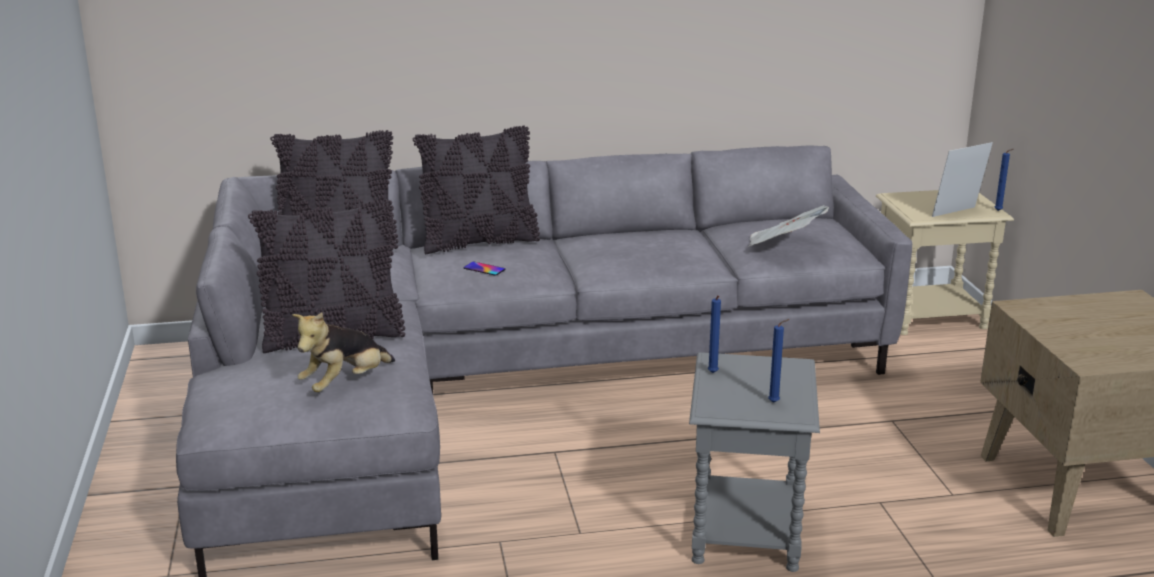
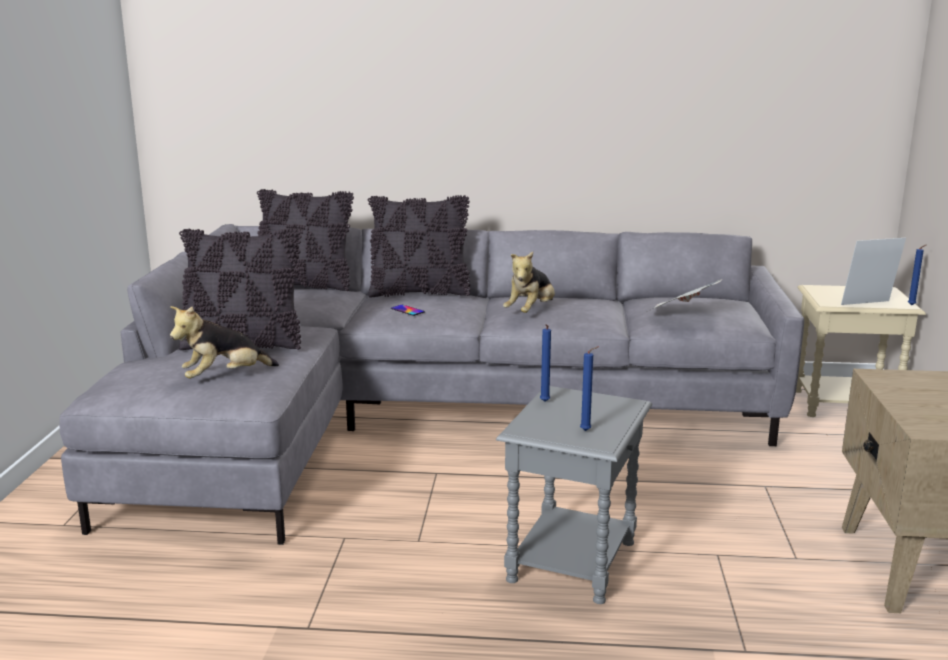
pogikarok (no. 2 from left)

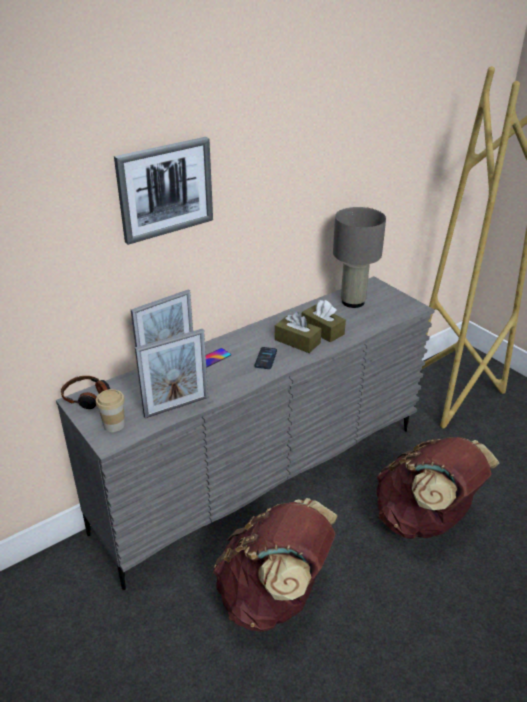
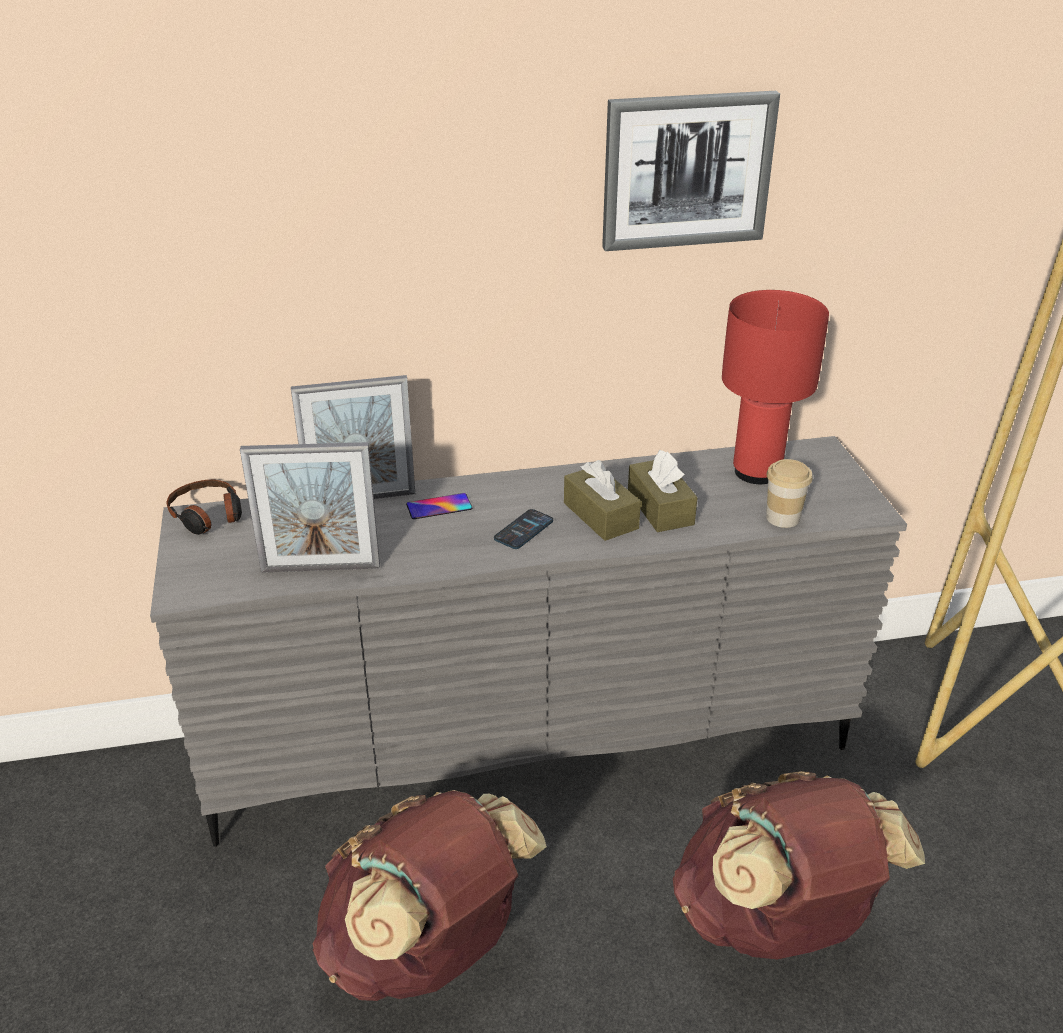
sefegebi
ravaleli
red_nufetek

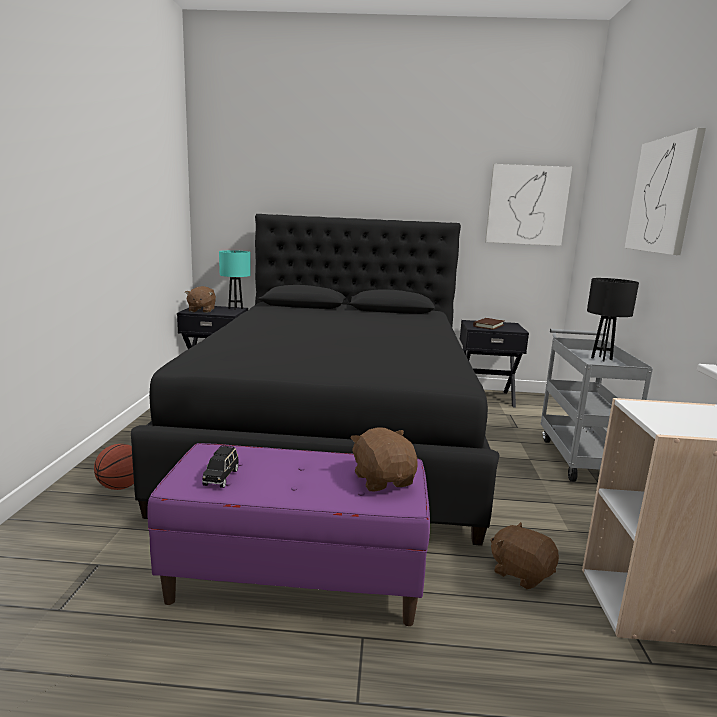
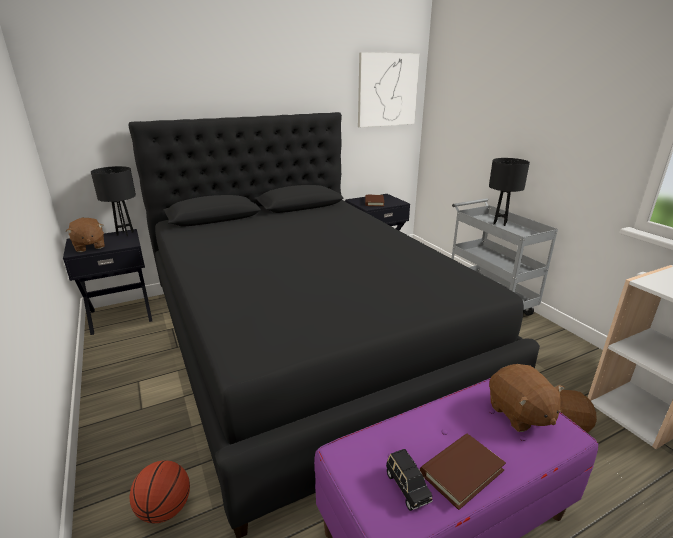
ravaleli (no. 2 from left in the first image)
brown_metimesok (no. 2 from left)
black_nufetek (no. 1 from left)
brown_pogikarok (no. 2 from left)

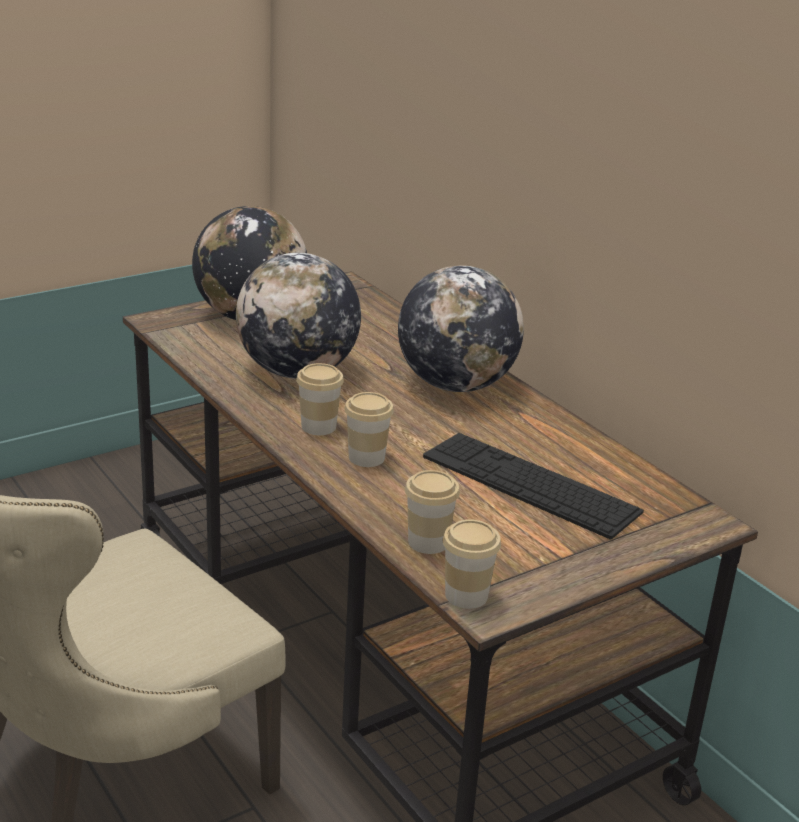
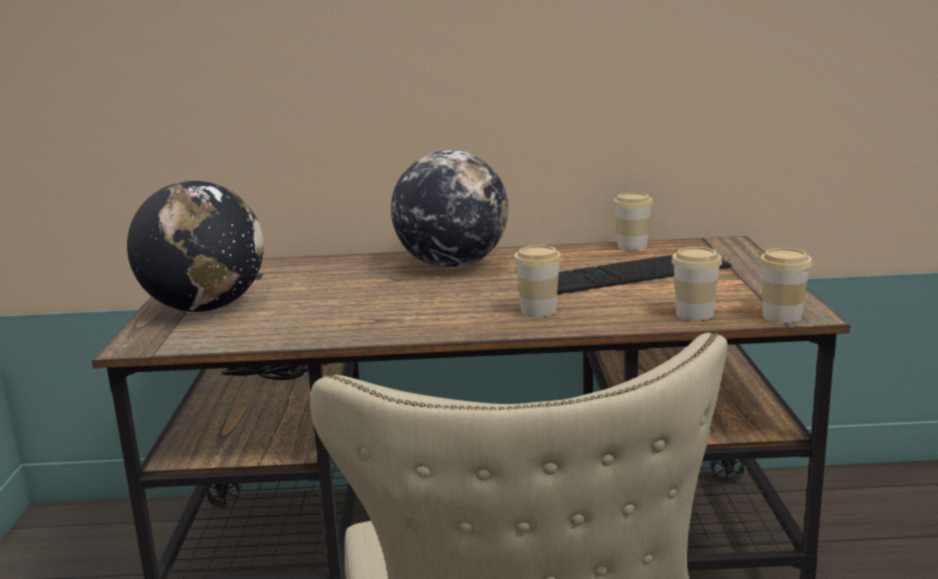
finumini (no. 2 from left in the first image)
sefegebi (no. 2 from left)

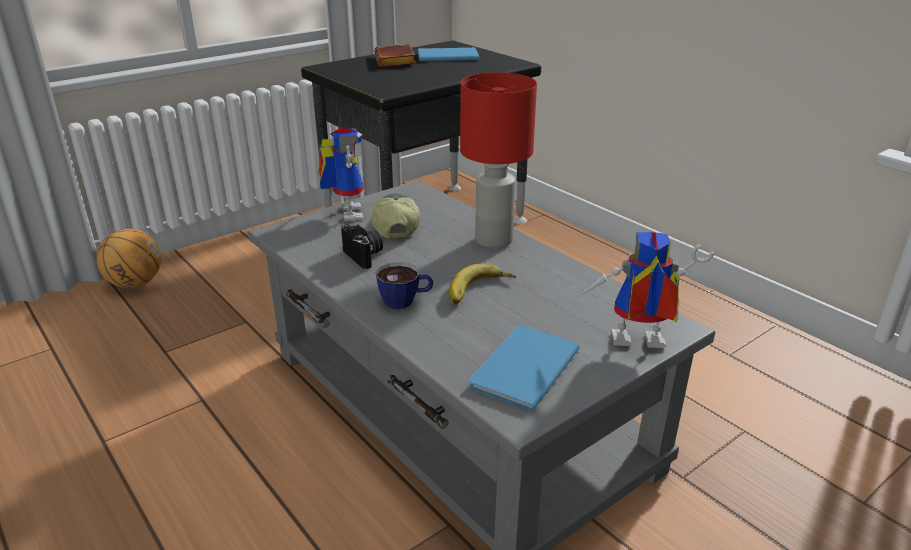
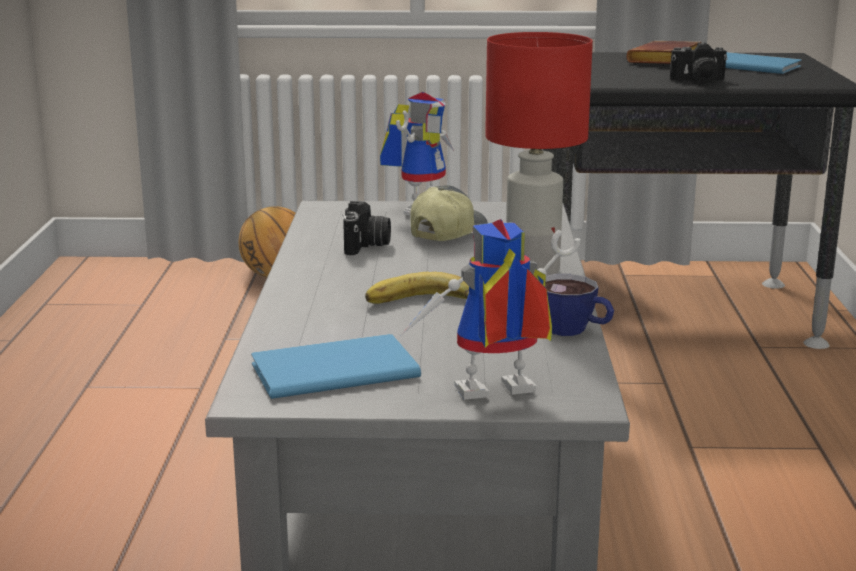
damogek (no. 2 from left)
sefegebi
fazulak (no. 2 from left)

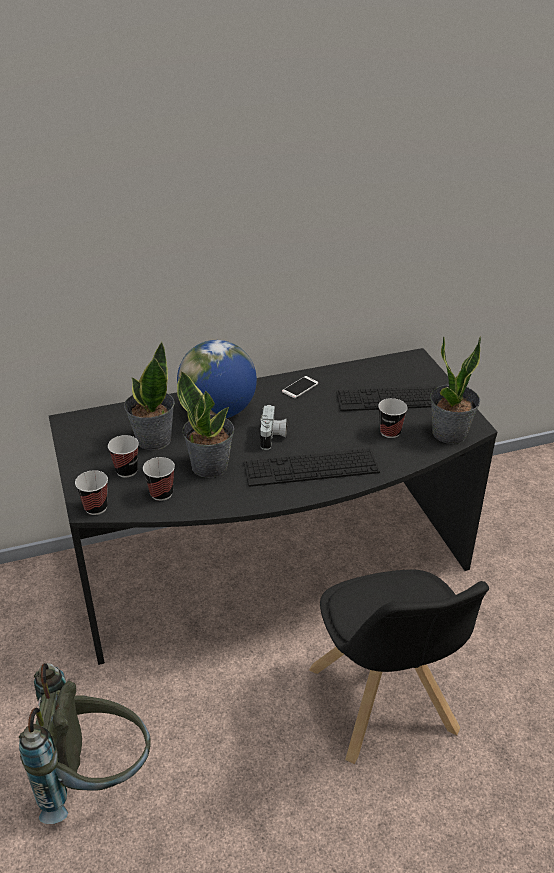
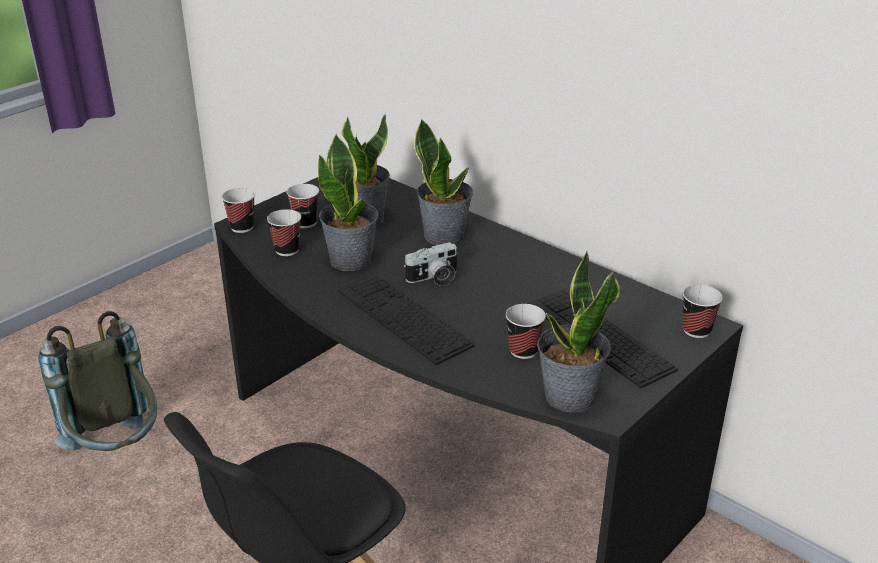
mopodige
sefegebi (no. 5 from left)
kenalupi (no. 3 from left)

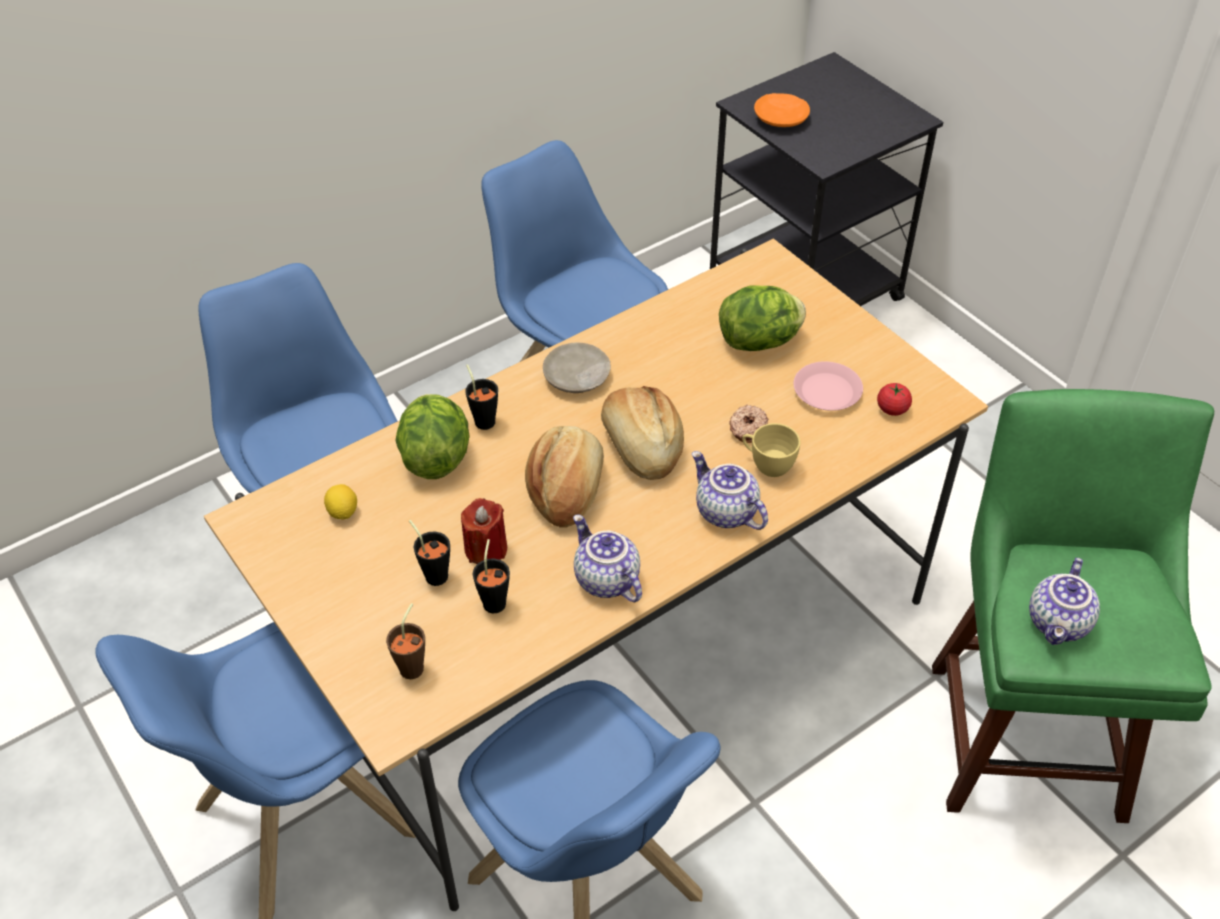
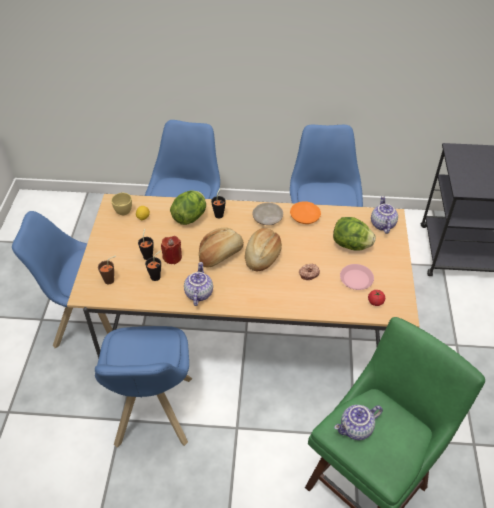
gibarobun (no. 3 from left)
yellow_sefegebi
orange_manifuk

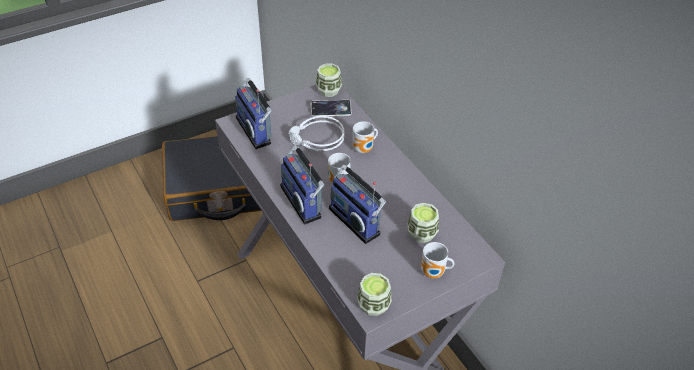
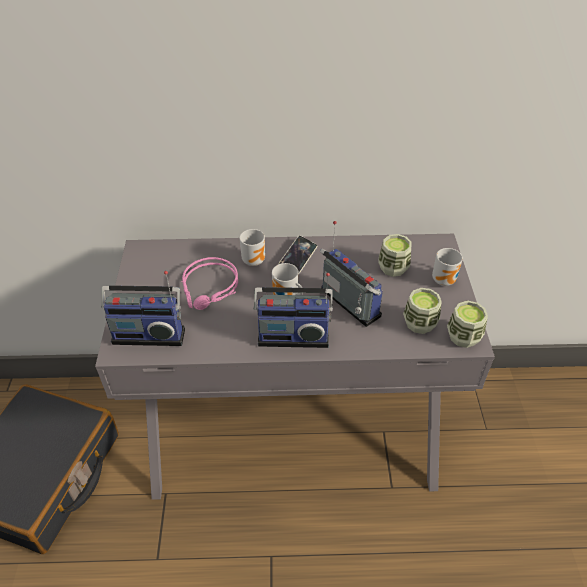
mopodige
sefegebi (no. 2 from left)
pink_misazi
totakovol (no. 3 from left)

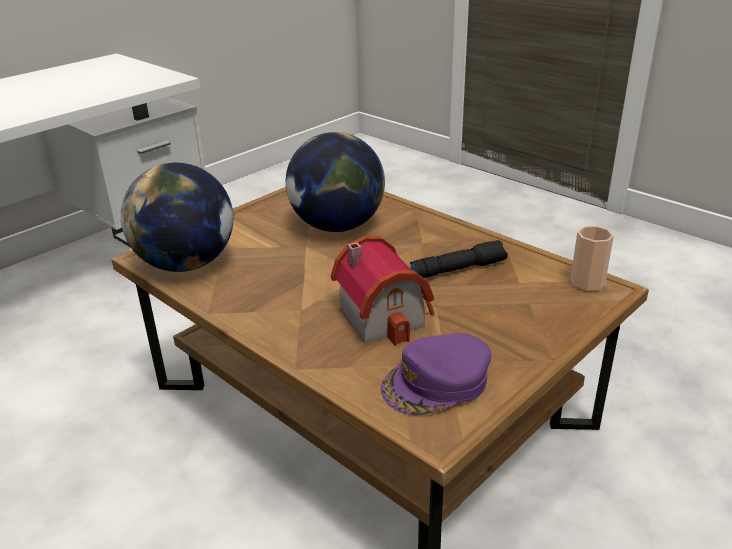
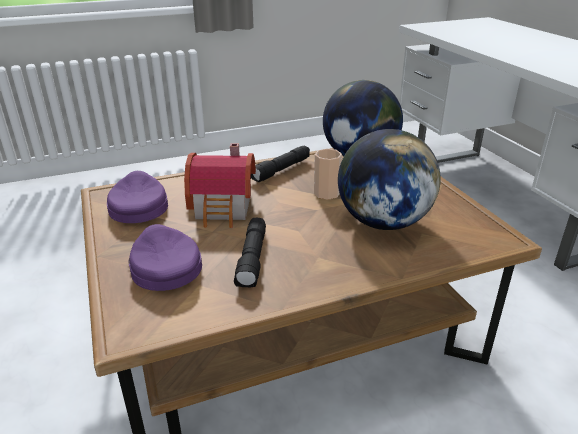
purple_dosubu (no. 2 from left)
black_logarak (no. 2 from left)
sefegebi

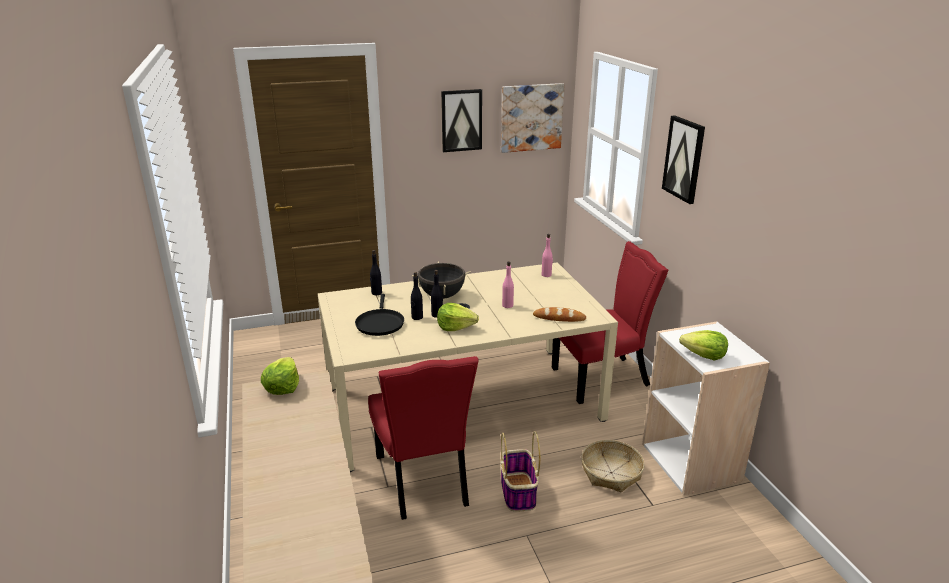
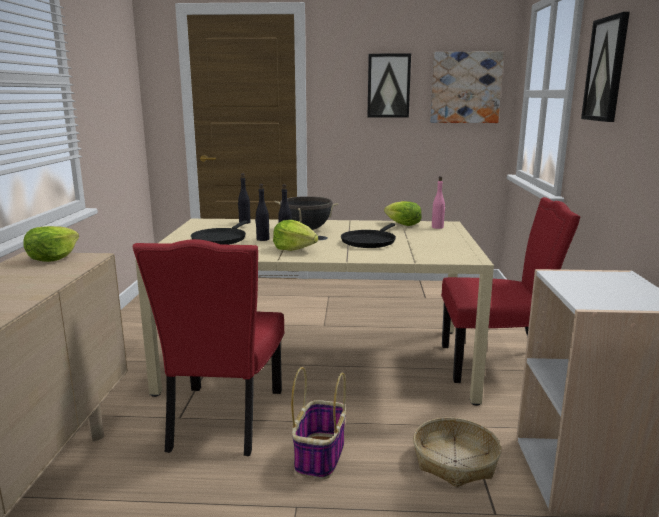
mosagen
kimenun (no. 3 from left)
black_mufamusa (no. 2 from left)

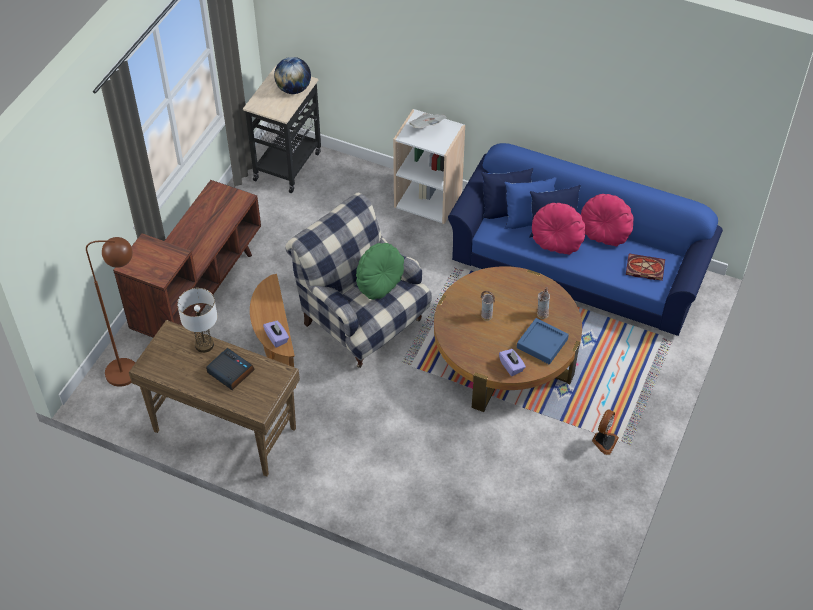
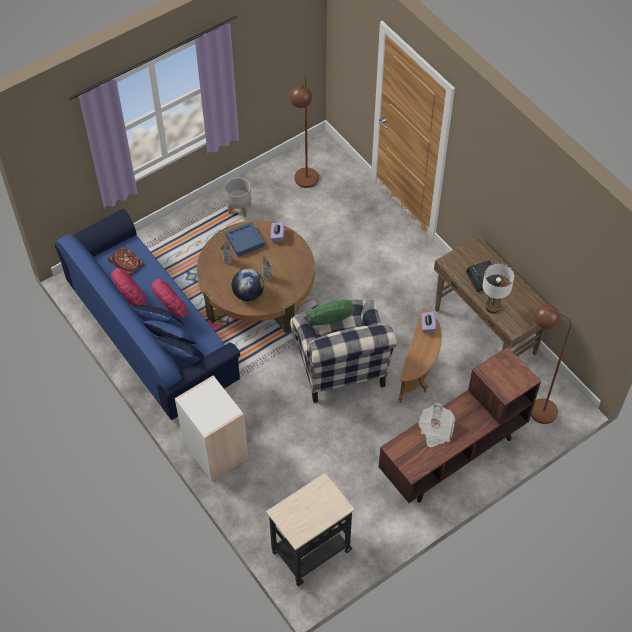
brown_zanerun (no. 1 from left)
finumini
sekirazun
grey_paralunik

